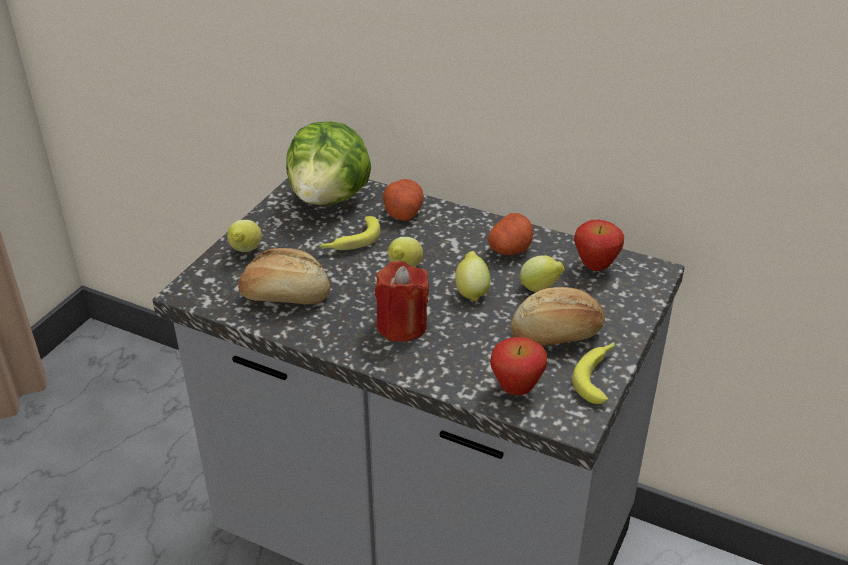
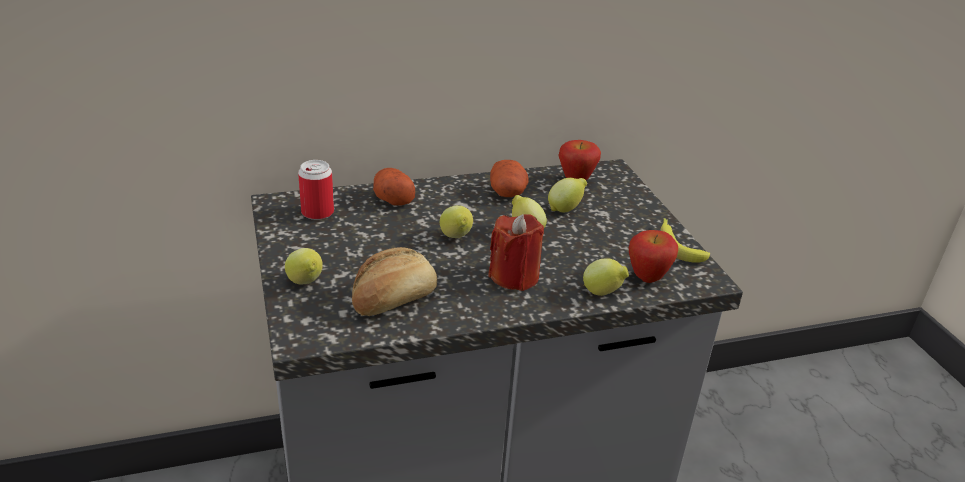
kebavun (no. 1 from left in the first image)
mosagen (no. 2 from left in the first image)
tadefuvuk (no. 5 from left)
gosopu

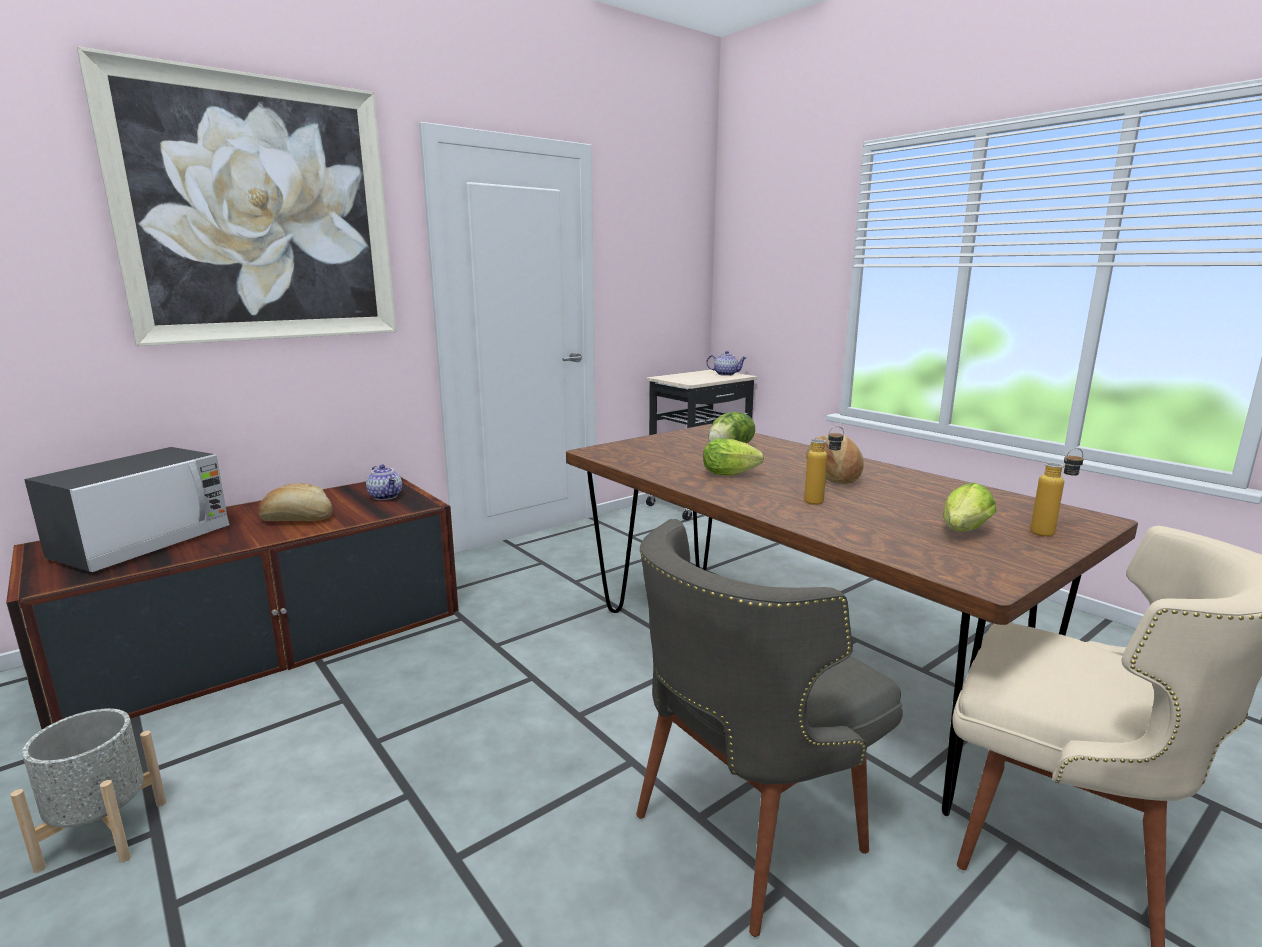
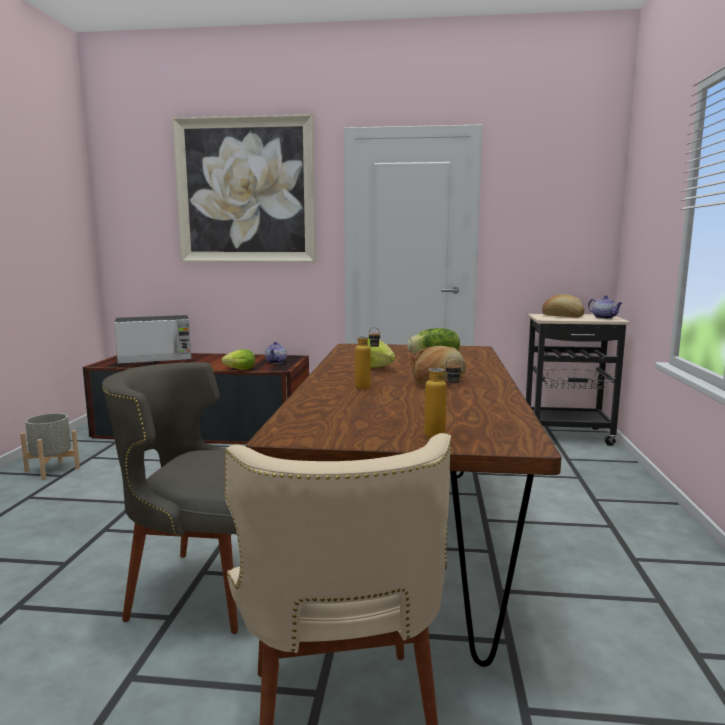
mosagen (no. 2 from left)
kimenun (no. 1 from left)

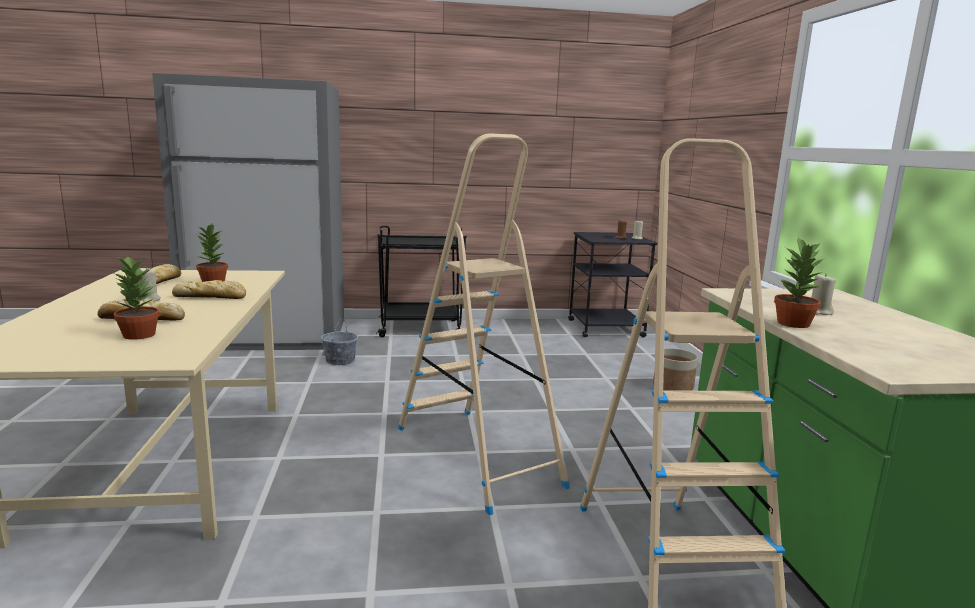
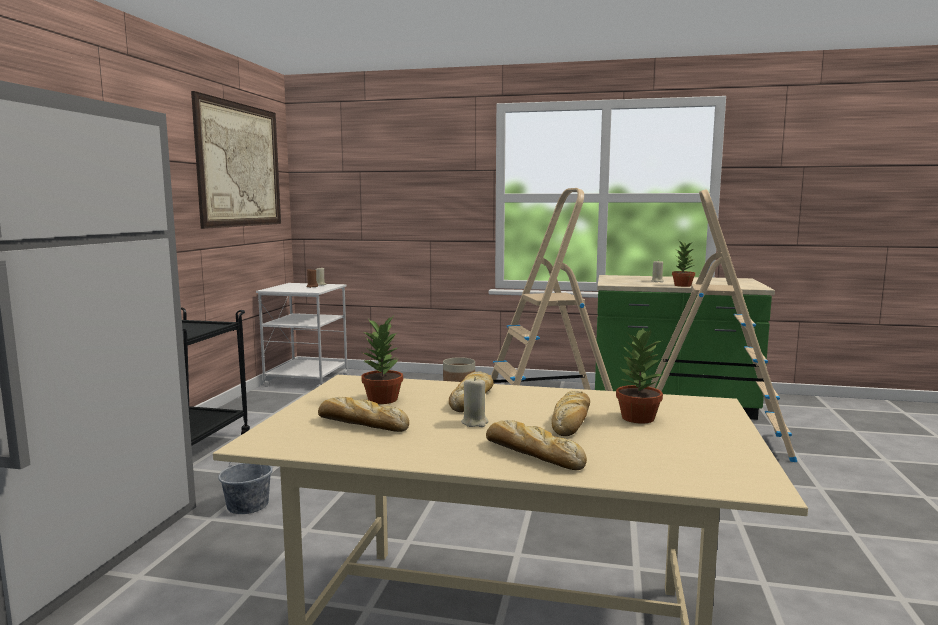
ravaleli
mosagen (no. 3 from left)
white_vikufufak

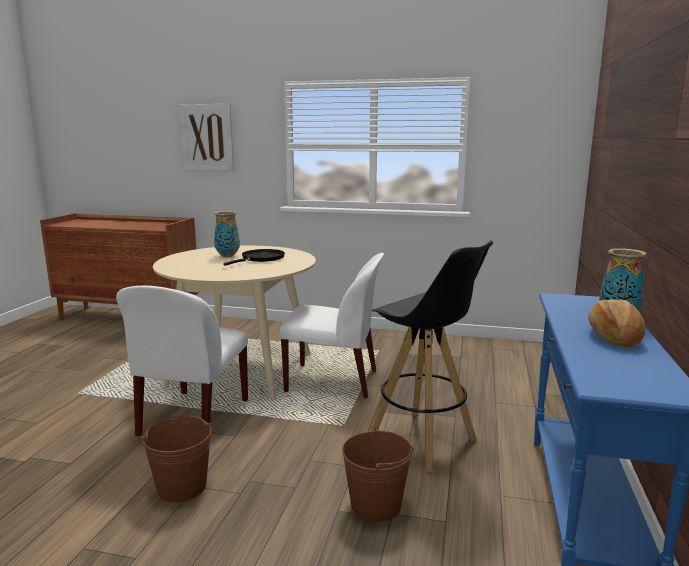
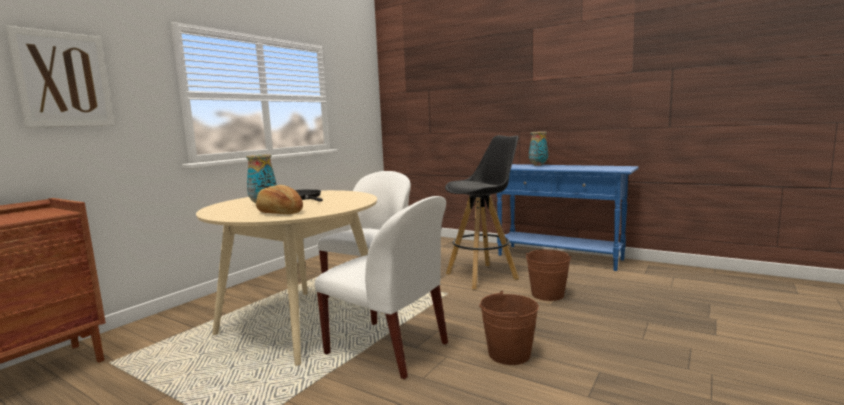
mosagen

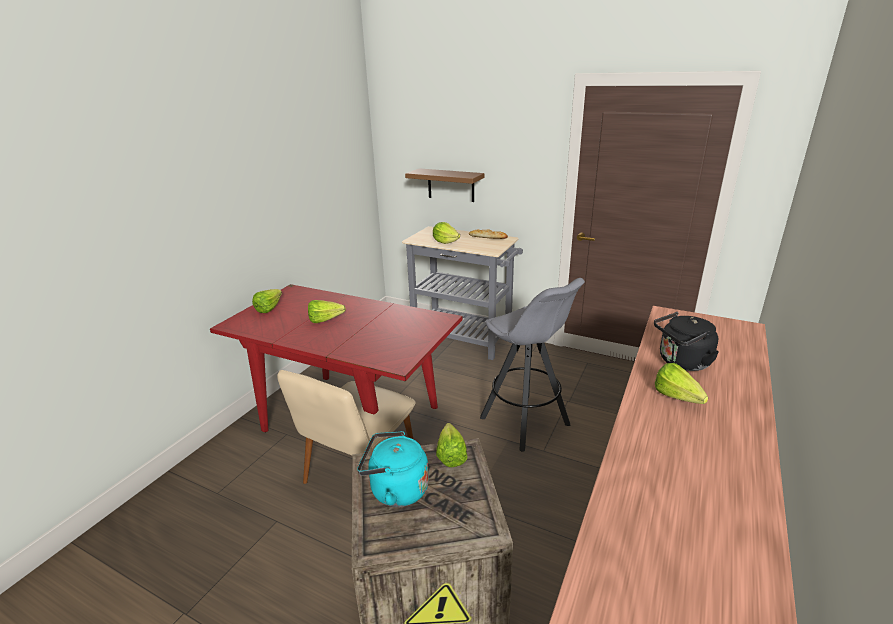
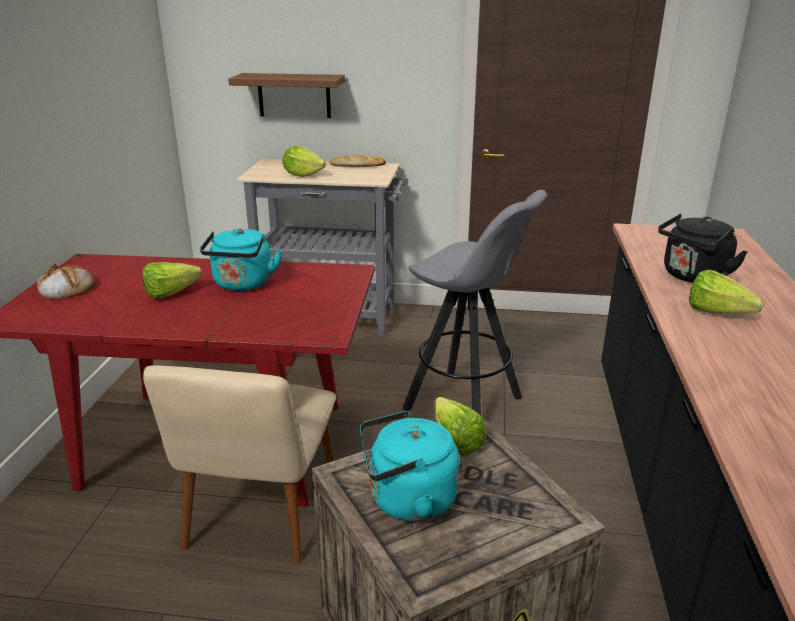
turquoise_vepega (no. 1 from left)
mosagen (no. 1 from left)

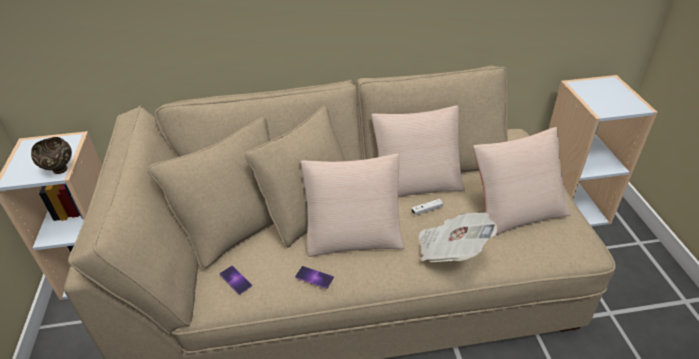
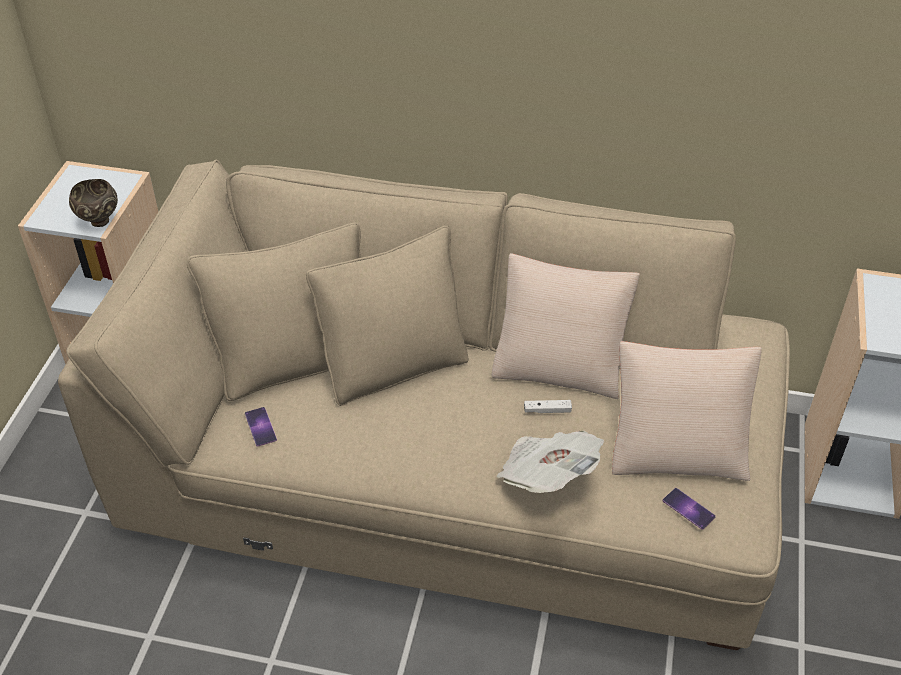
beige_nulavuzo (no. 1 from left in the first image)
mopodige (no. 2 from left)

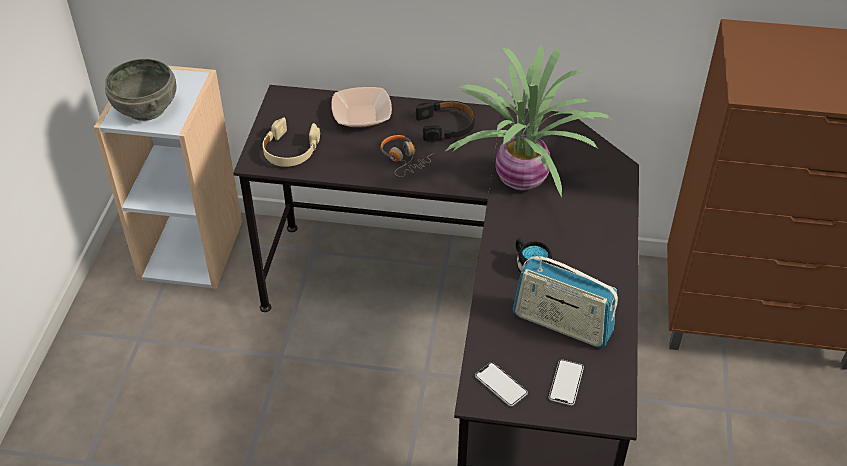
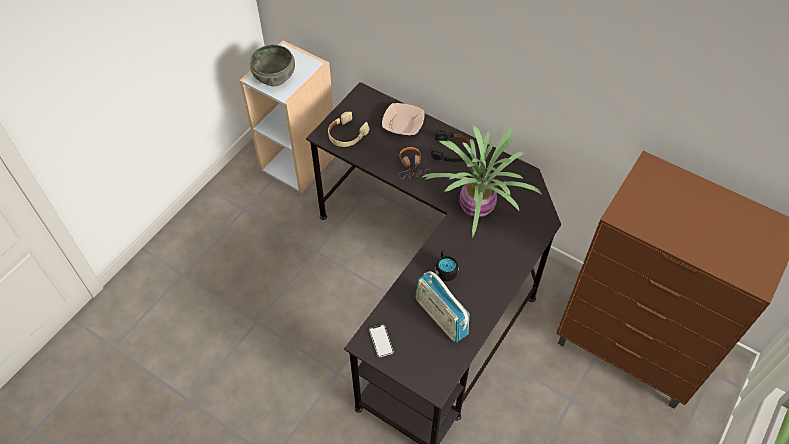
mopodige (no. 2 from left in the first image)

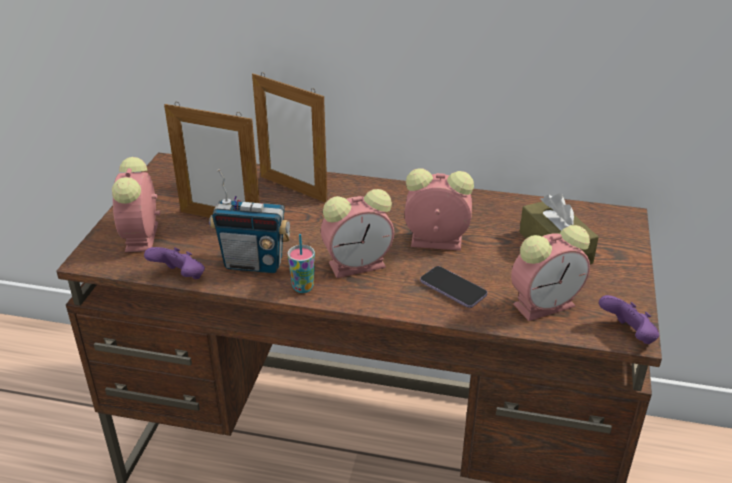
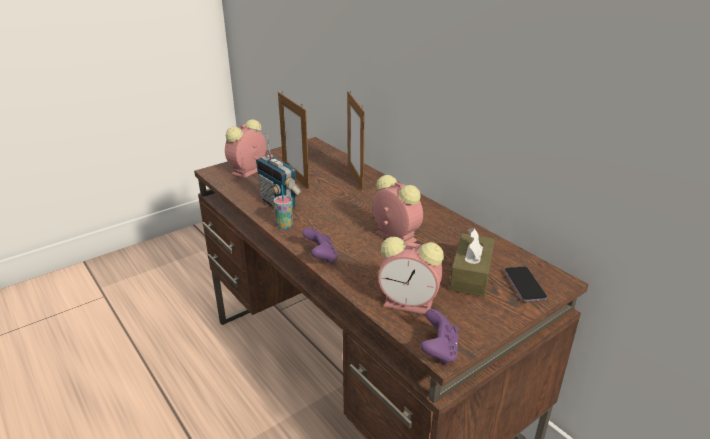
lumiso (no. 2 from left in the first image)
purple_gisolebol (no. 1 from left)
mopodige

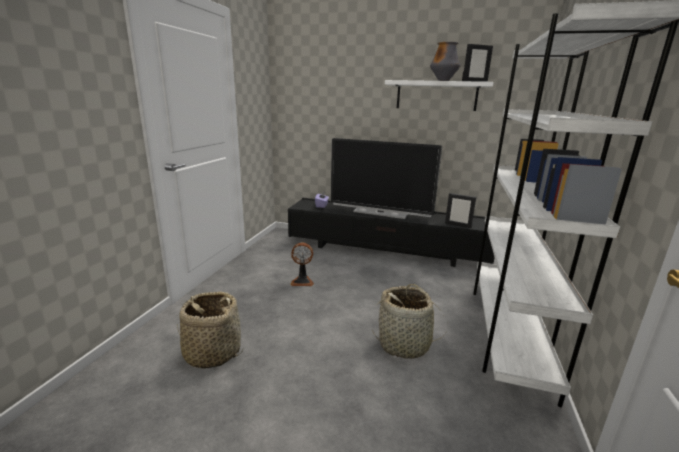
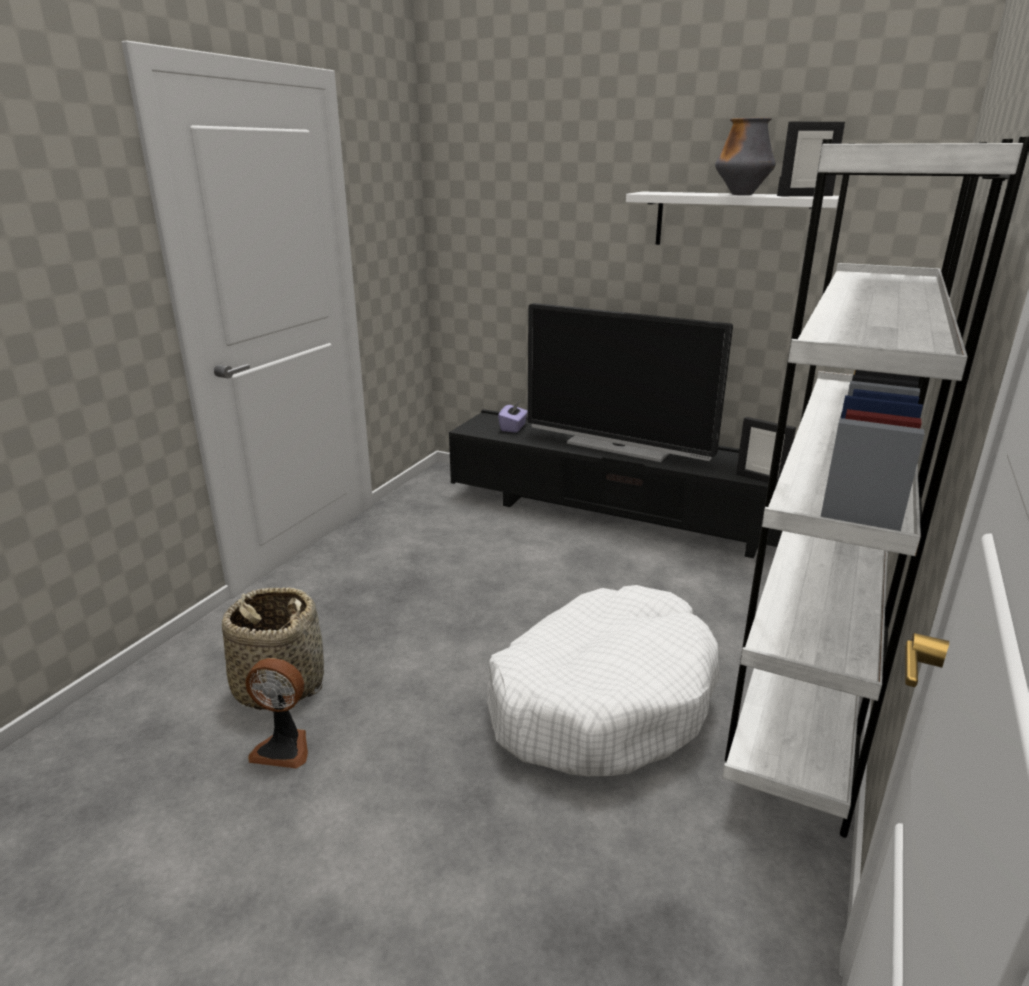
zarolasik
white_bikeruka

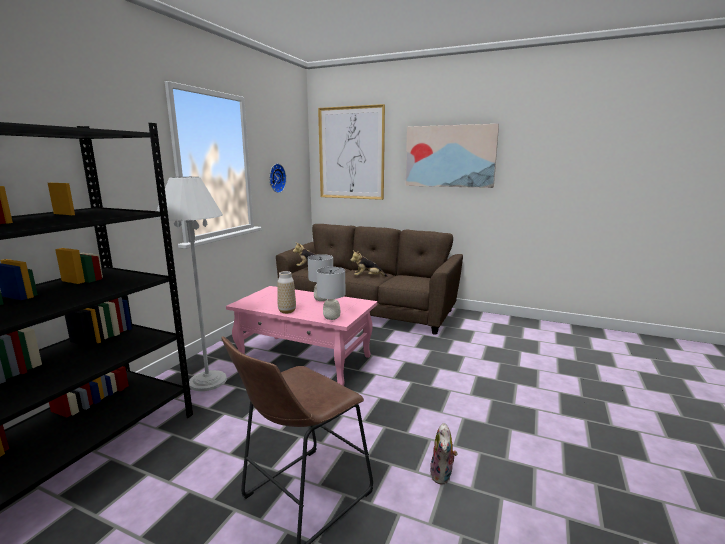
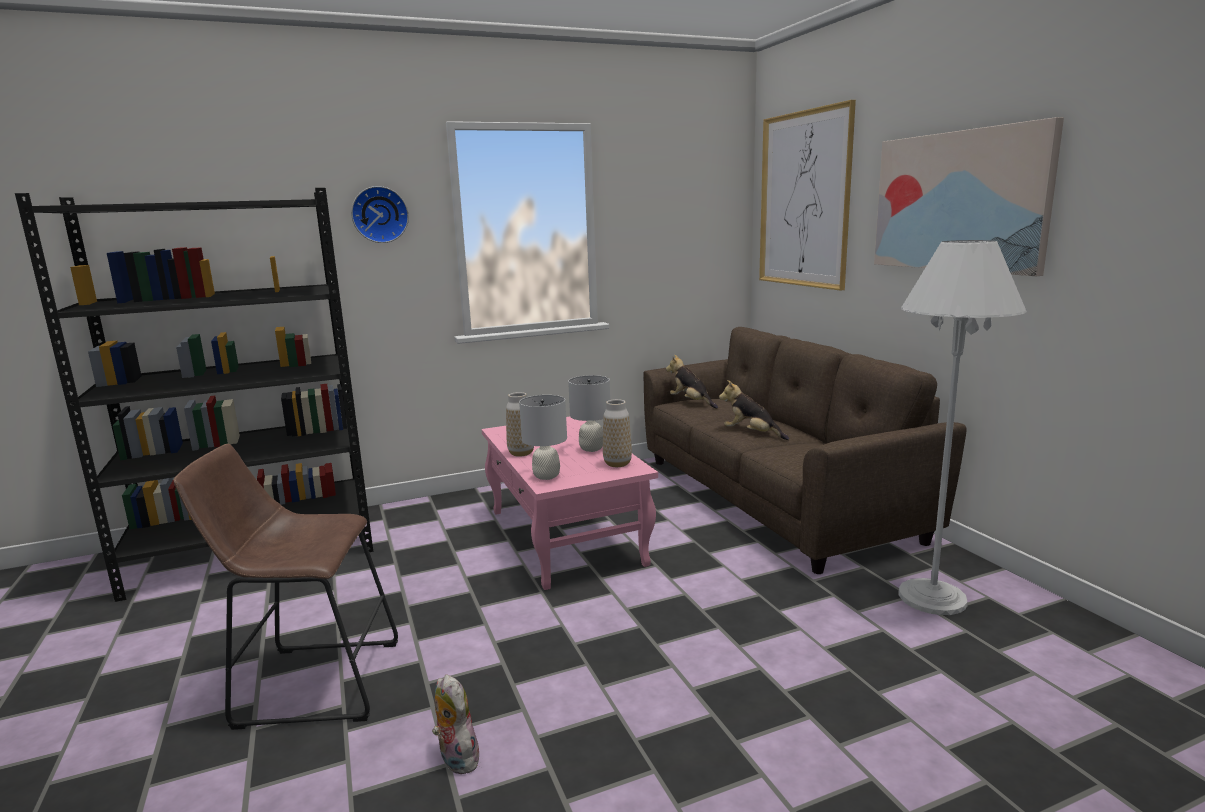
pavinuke (no. 2 from left)
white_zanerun
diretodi
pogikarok (no. 1 from left)

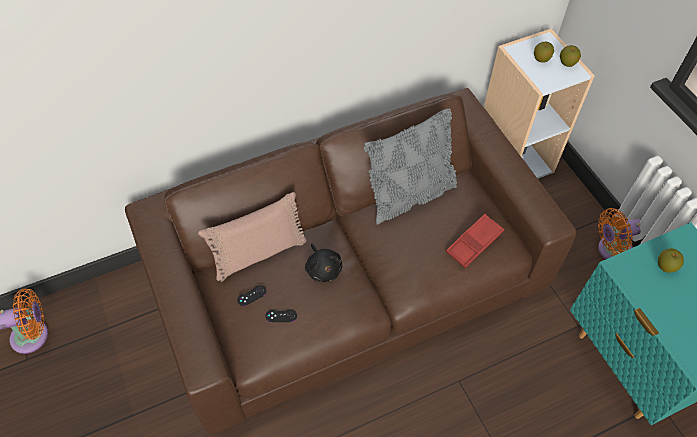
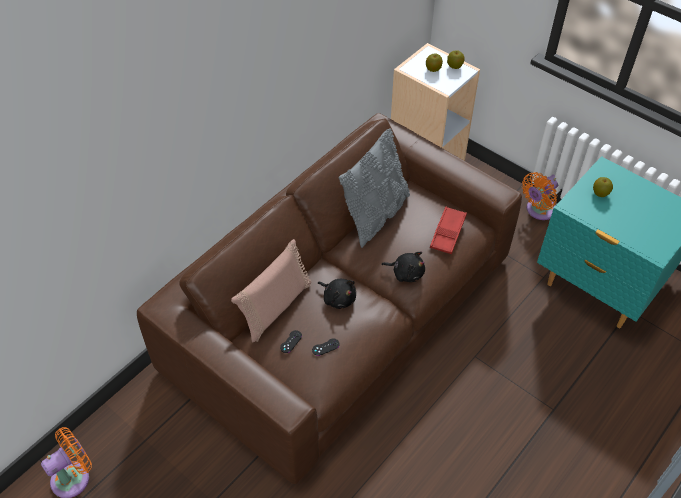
black_pogikarok (no. 2 from left)

